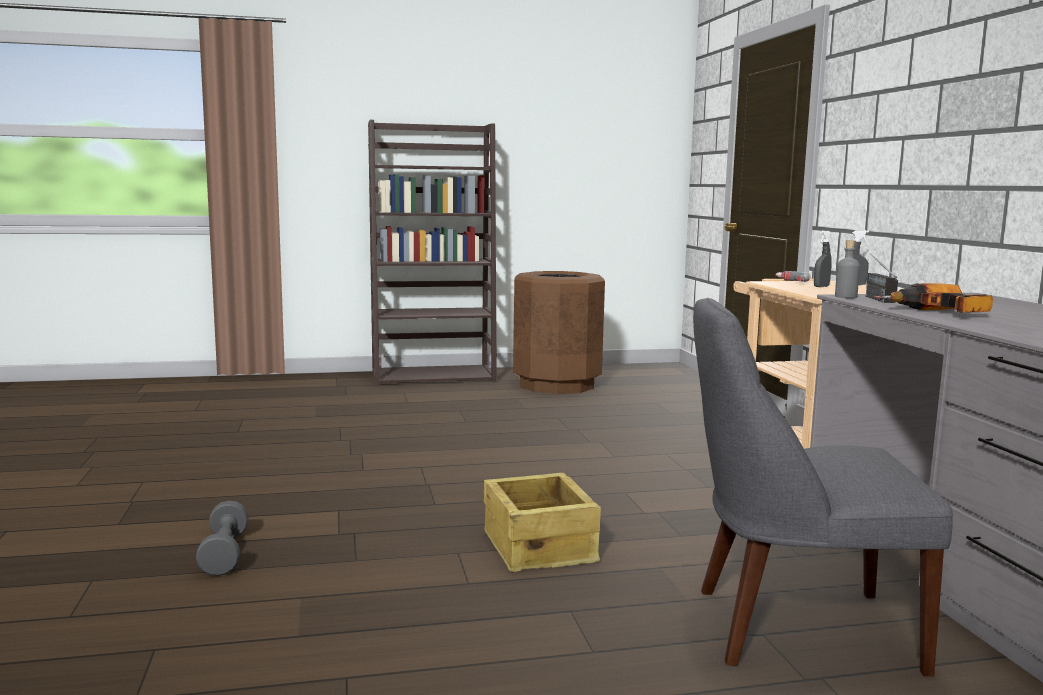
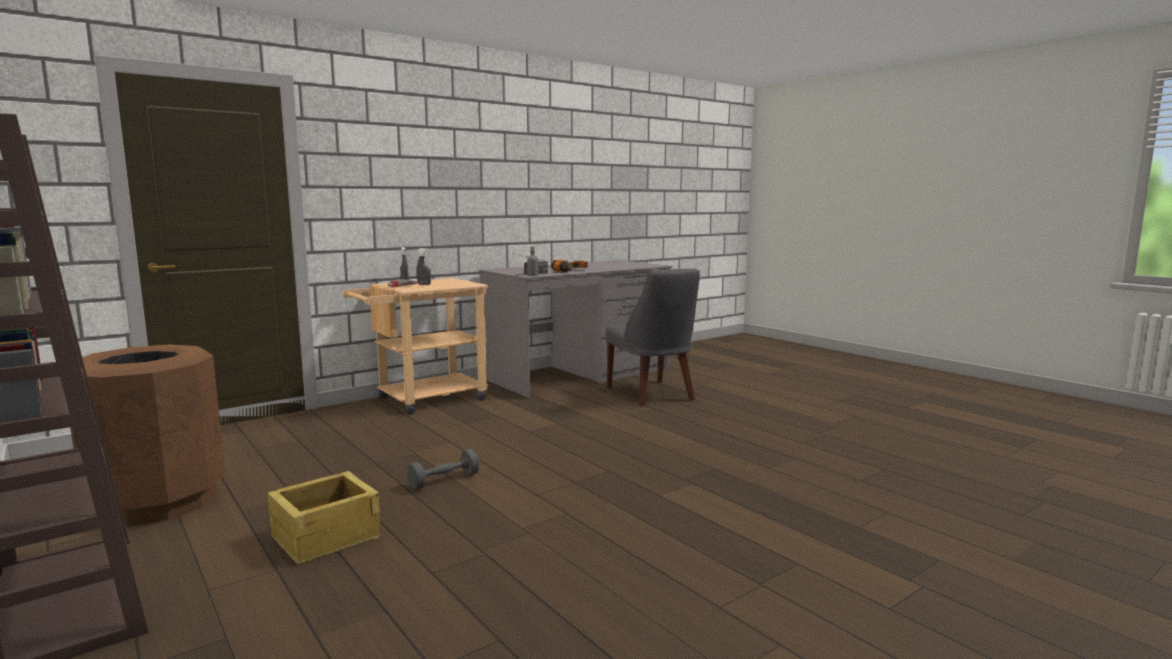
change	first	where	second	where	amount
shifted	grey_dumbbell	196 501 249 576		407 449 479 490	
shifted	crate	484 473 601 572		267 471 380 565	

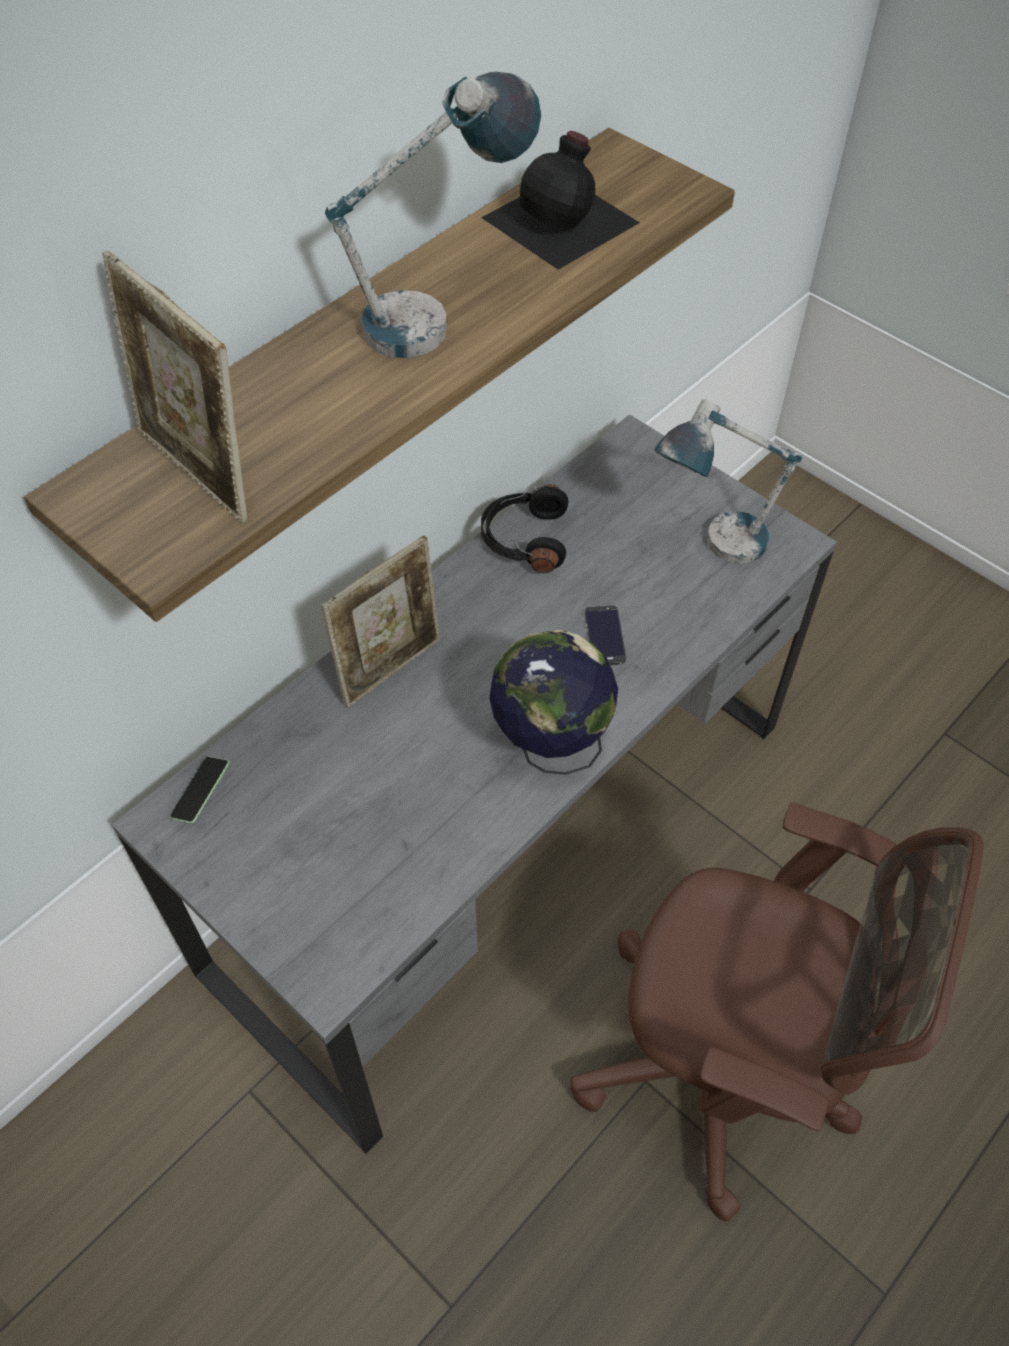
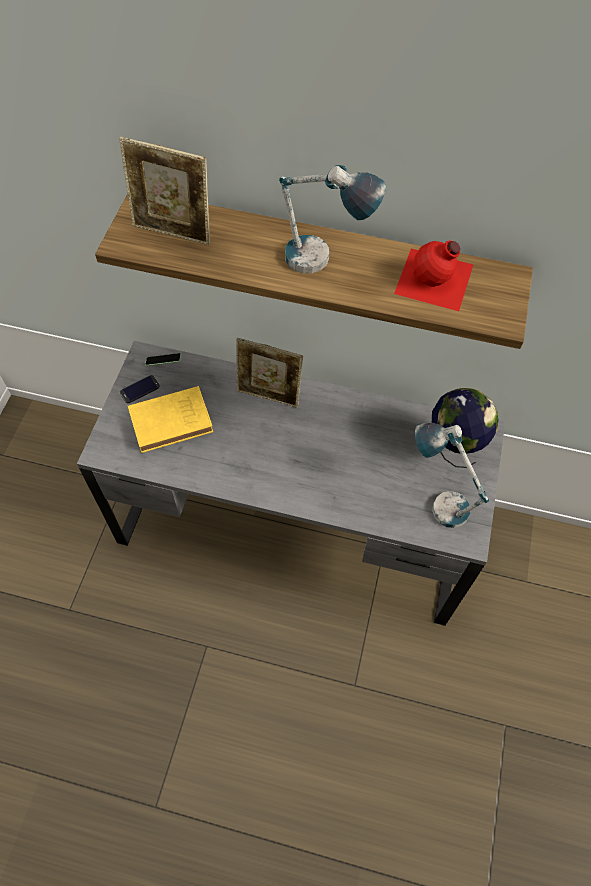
change	first	where	second	where	amount
rotated	standing_frame	102 251 248 523		119 137 210 245	90 degrees counterclockwise
repainted	black-coloured_bottle	481 131 640 270	red_bottle	394 240 473 311	
gone	black-coloured_headphones	481 485 568 573			
shifted	globe	490 630 618 775		432 388 498 468	
gone	brown-coloured_computer_chair	570 802 983 1222			
shifted	handset	585 605 626 665		120 375 160 403	
new			yellow_bound_book	128 386 213 453	

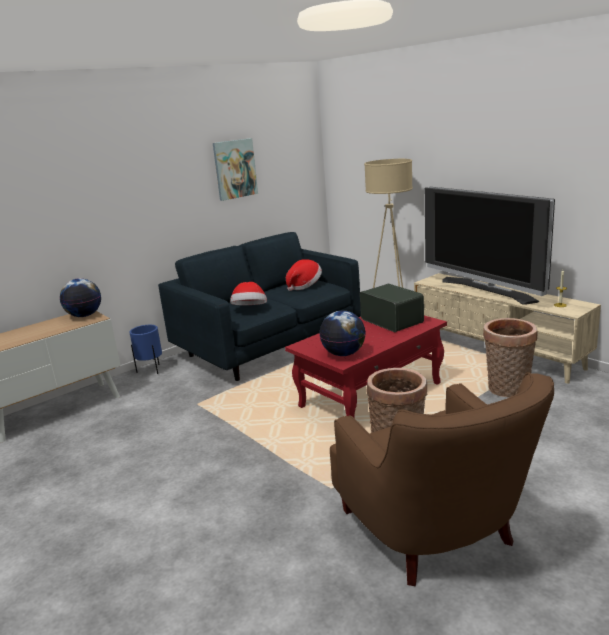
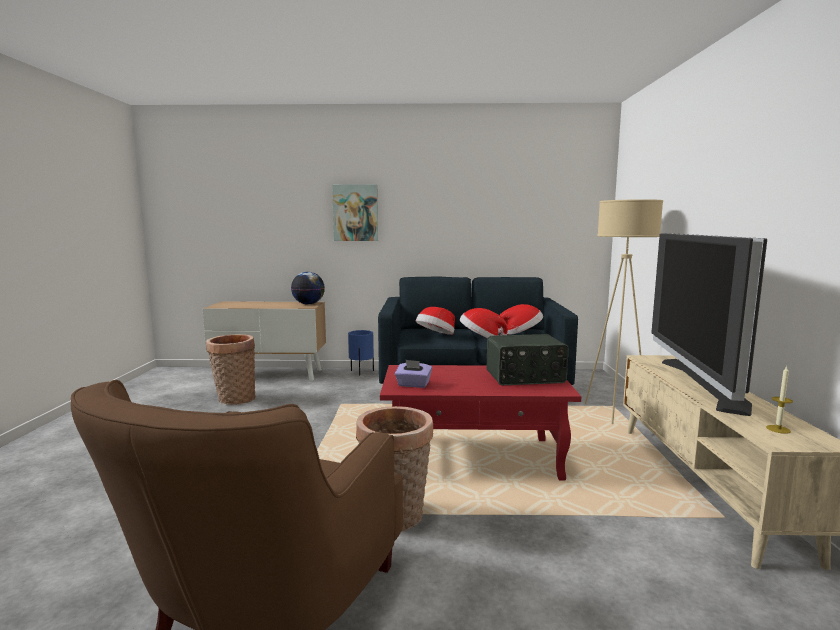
change	first	where	second	where	amount
shifted	wall_art	213 138 258 201		332 184 378 241	
swapped	globe	320 311 366 356	purple-coloured_tissue_box	395 360 432 388	
rotated	radio_set	360 284 424 332		487 334 569 385	75 degrees clockwise
shifted	basket	483 318 537 398		206 334 256 405	
new			wearable_hat	460 308 508 338	

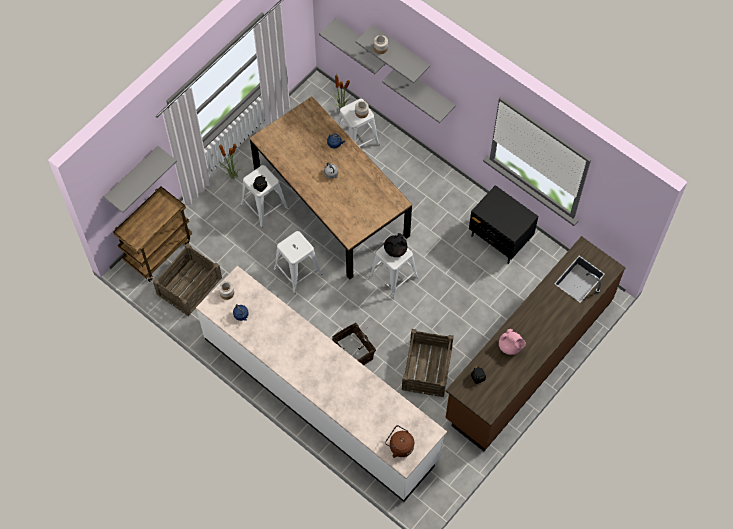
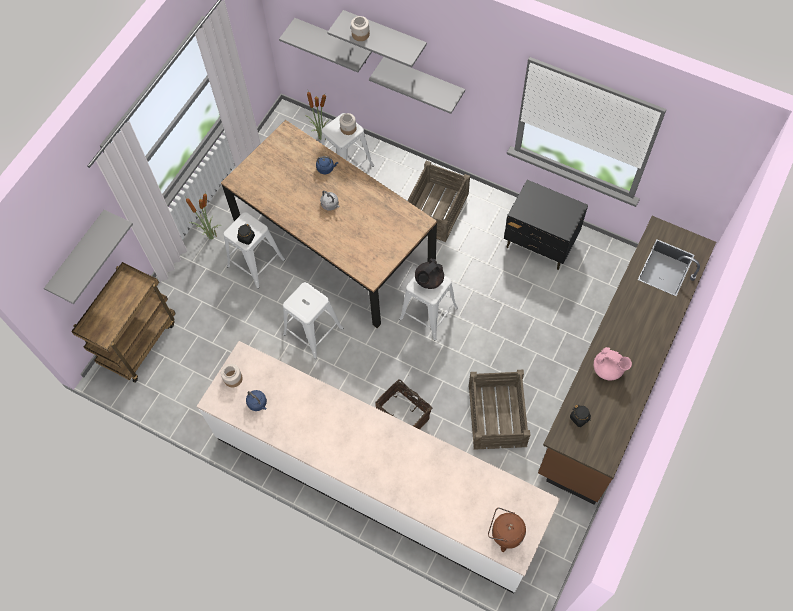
change	first	where	second	where	amount
shifted	crate	153 243 222 316		408 161 470 242	

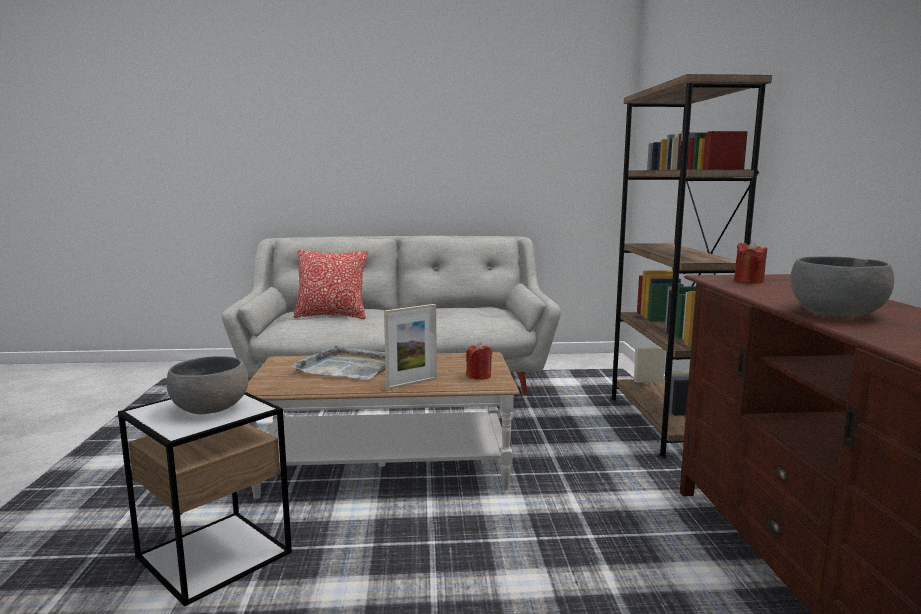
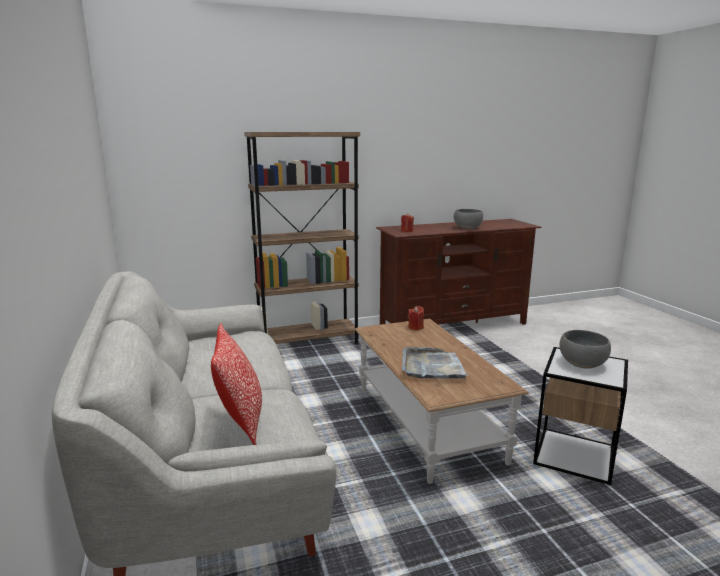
change	first	where	second	where	amount
gone	standing_frame	384 304 437 389			

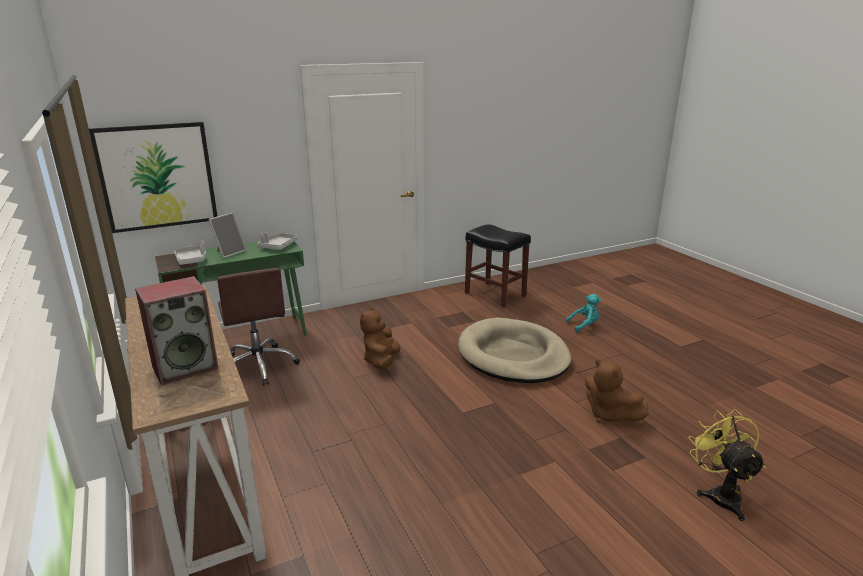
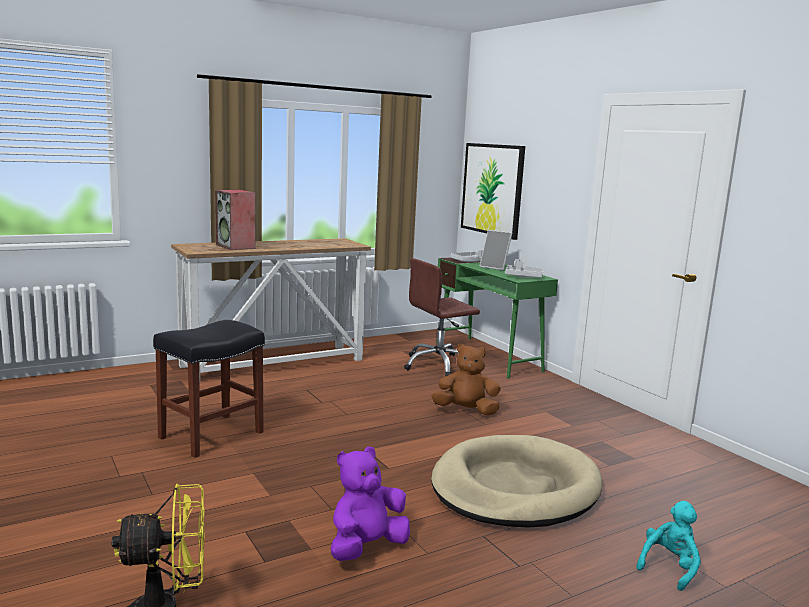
change	first	where	second	where	amount
shifted	black-coloured_stool	465 224 531 307		153 320 265 458	
rotated	turquoise-coloured_plush_toy	566 294 601 332		636 501 701 591	120 degrees counterclockwise
repainted	brown-coloured_plush_toy	585 360 649 423	purple-coloured_plush_toy	331 447 410 561	

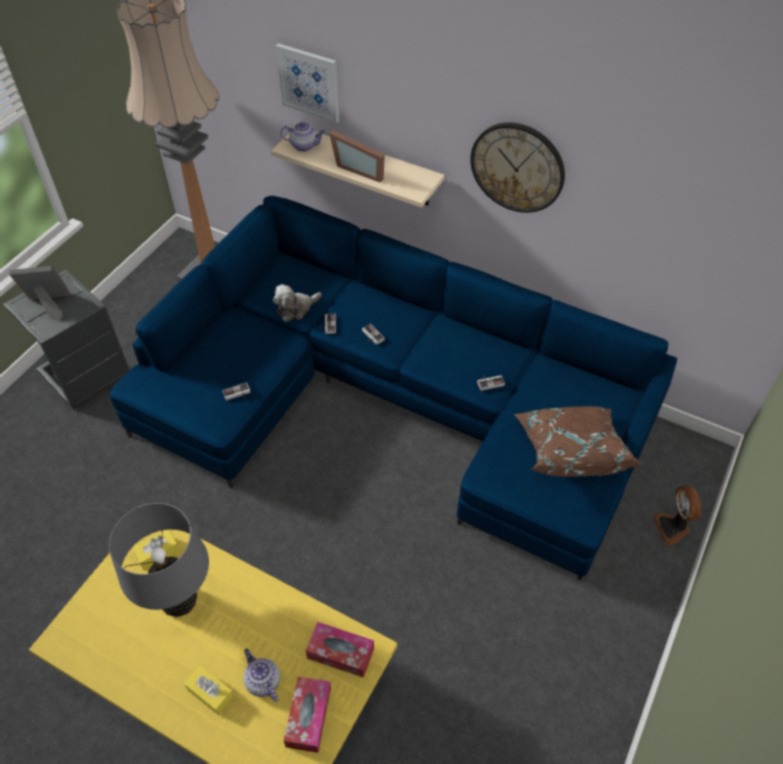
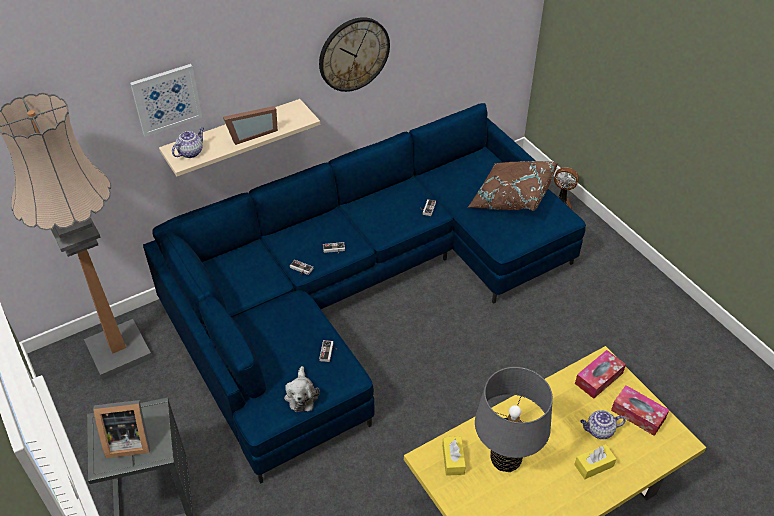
change	first	where	second	where	amount
rotated	standing_frame	9 266 69 321		93 400 150 458	120 degrees counterclockwise
shifted	plush_toy	273 284 322 322		284 366 320 412	

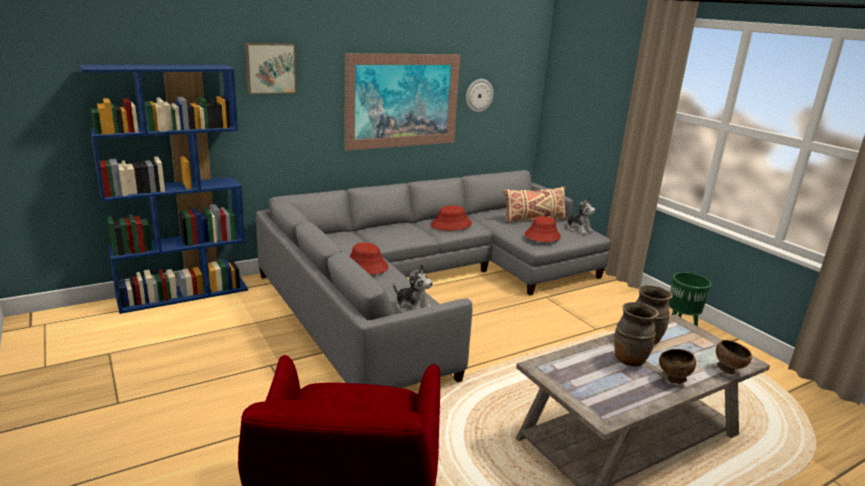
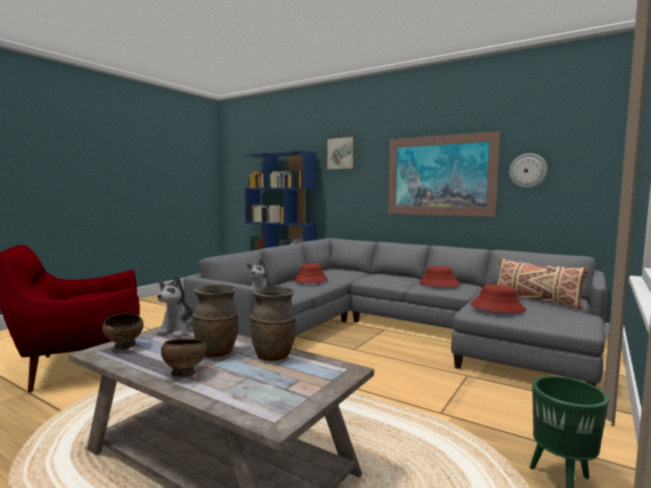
change	first	where	second	where	amount
shifted	plush_toy	565 197 596 234		157 275 198 337	
shifted	brown-coloured_serving_bowl	716 340 752 374		102 313 144 350	

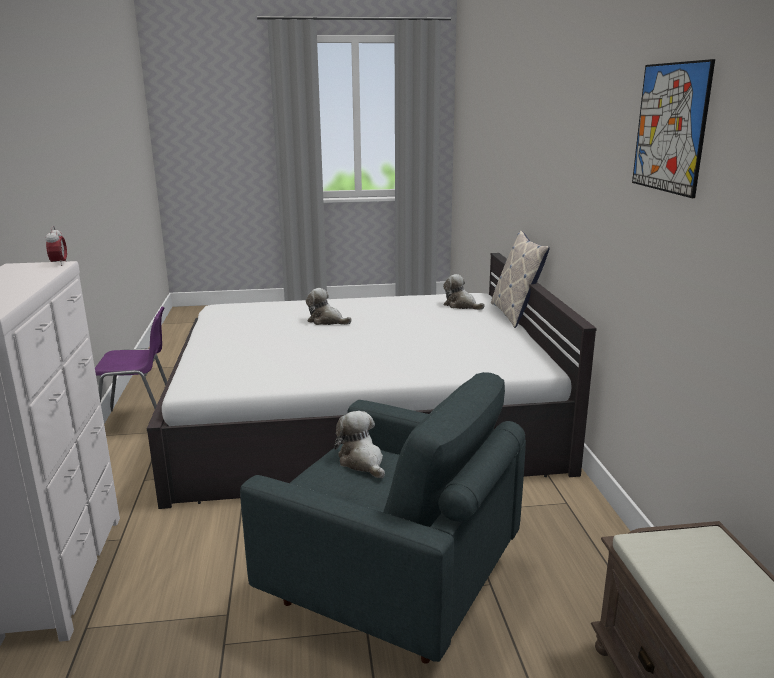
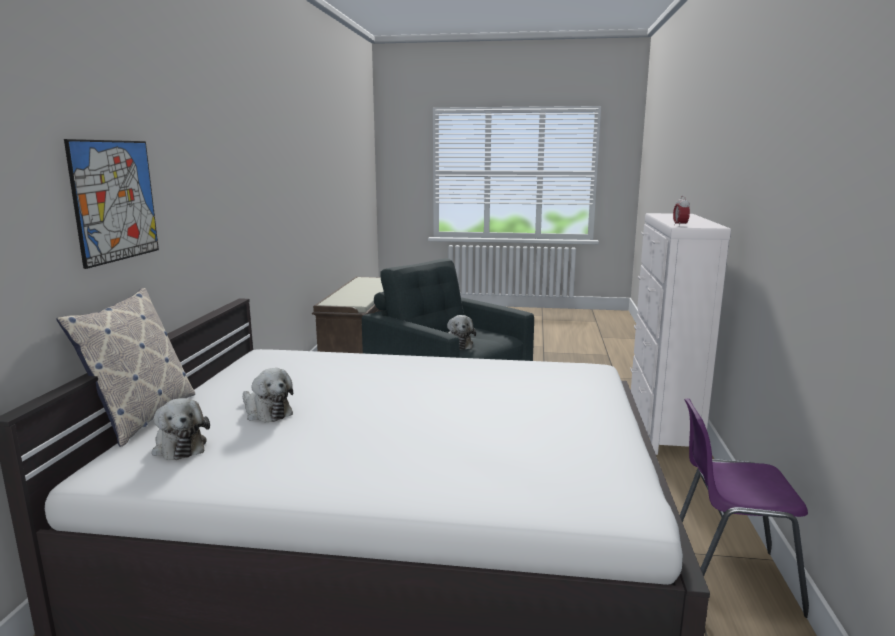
change	first	where	second	where	amount
shifted	plush_toy	306 288 352 325		243 368 293 422	
shifted	wall_art	632 59 715 198		64 139 159 269	

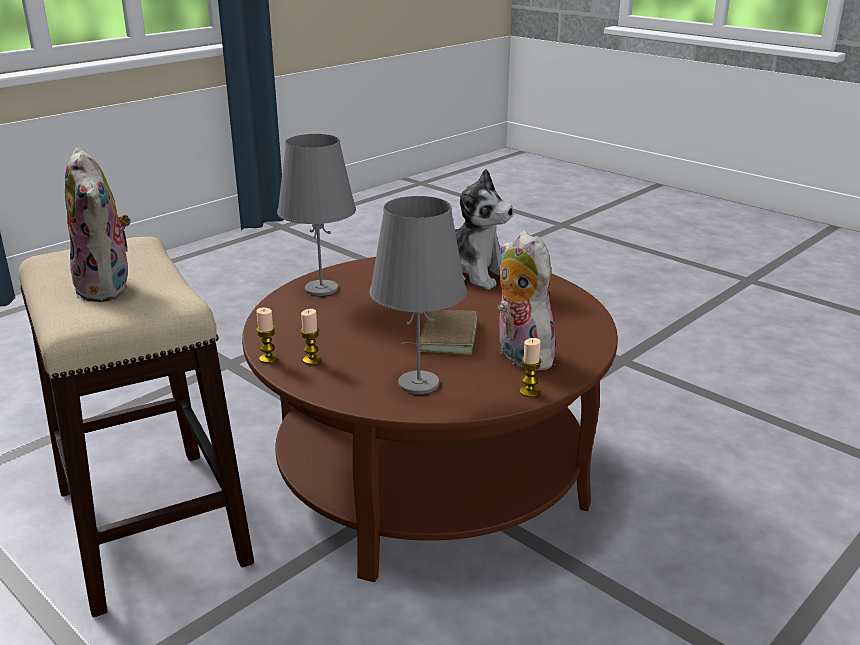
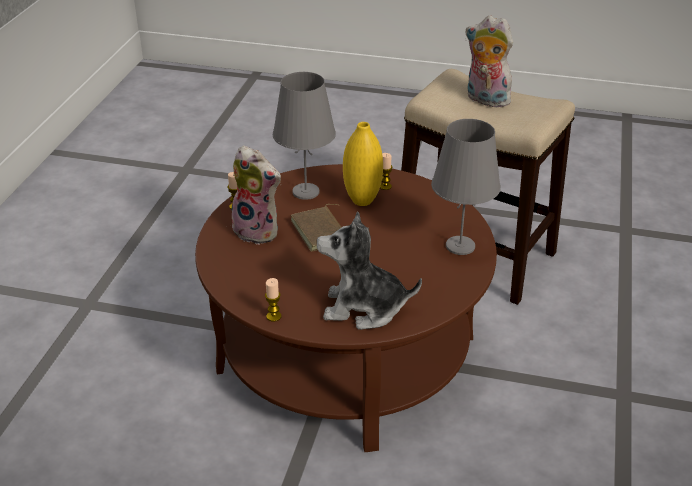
change	first	where	second	where	amount
shifted	candle	256 308 278 363		265 278 281 322	
new			yellow_vase	343 122 383 206	

